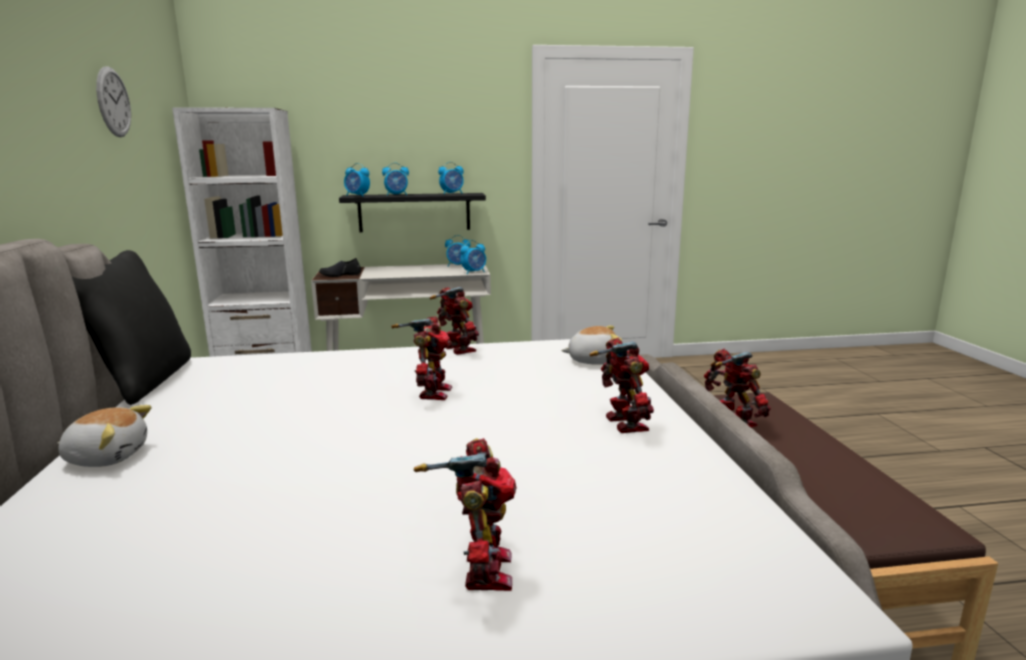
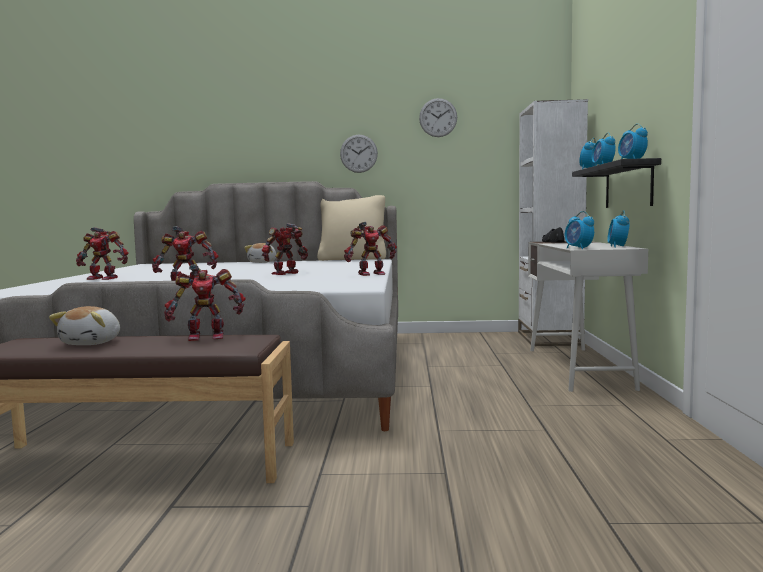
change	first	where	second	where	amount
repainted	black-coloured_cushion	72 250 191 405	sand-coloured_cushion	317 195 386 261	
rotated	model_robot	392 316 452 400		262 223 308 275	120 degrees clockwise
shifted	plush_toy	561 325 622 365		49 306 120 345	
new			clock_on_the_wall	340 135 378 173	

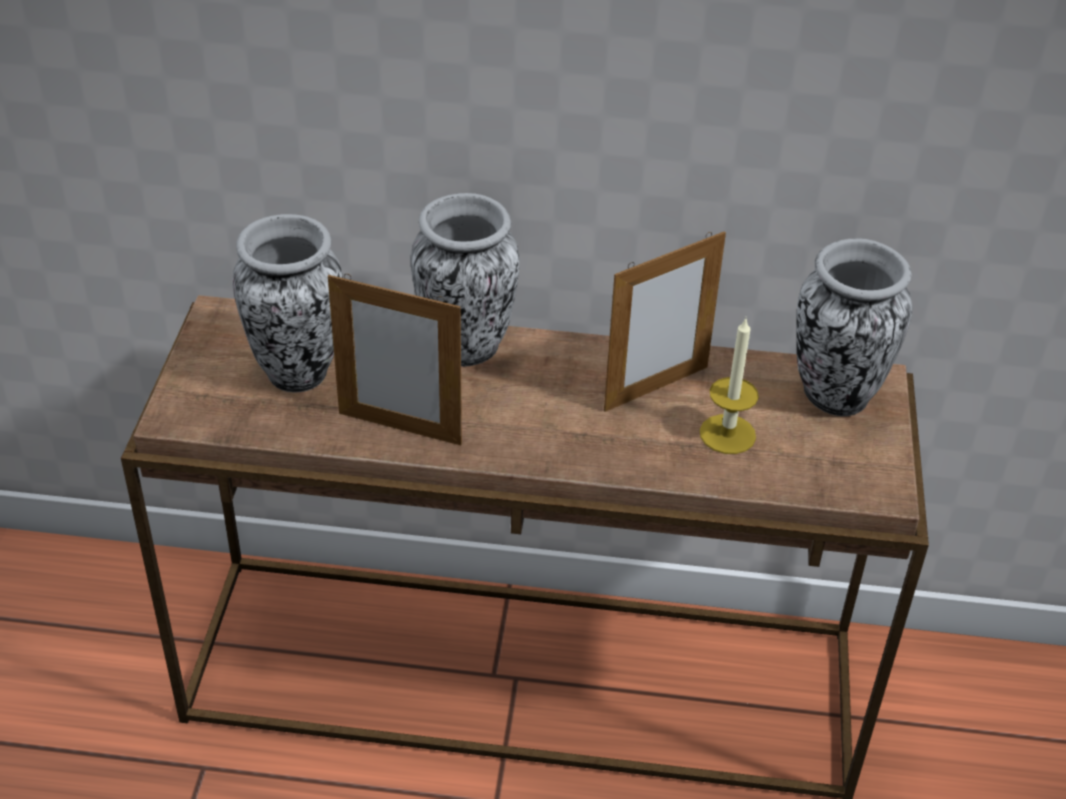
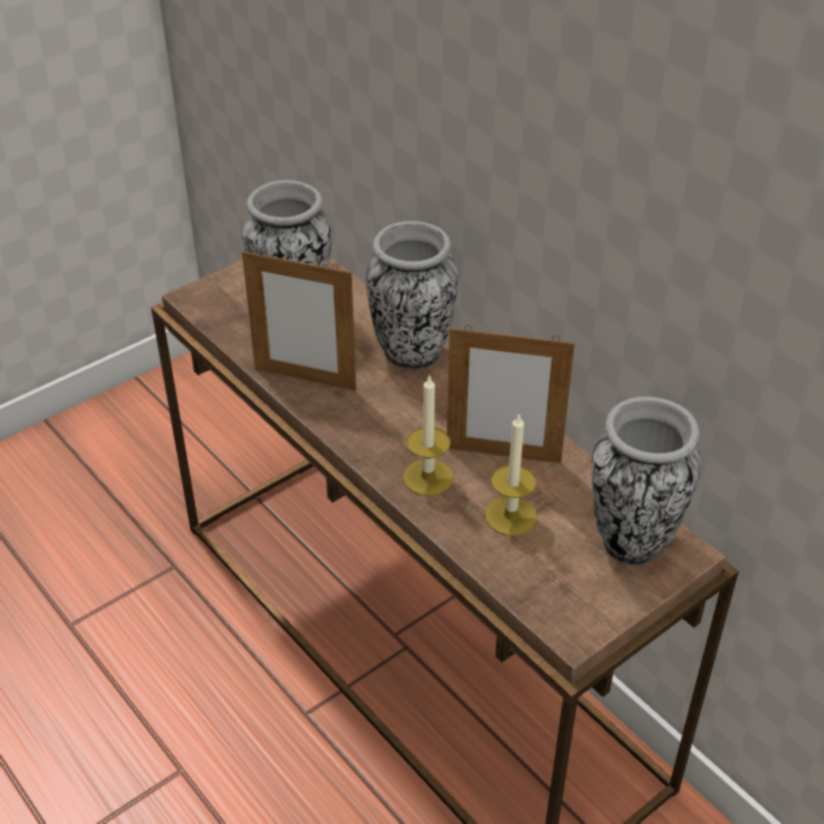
change	first	where	second	where	amount
rotated	standing_frame	328 274 462 445		242 249 356 391	45 degrees counterclockwise
new			candle	403 374 453 496	

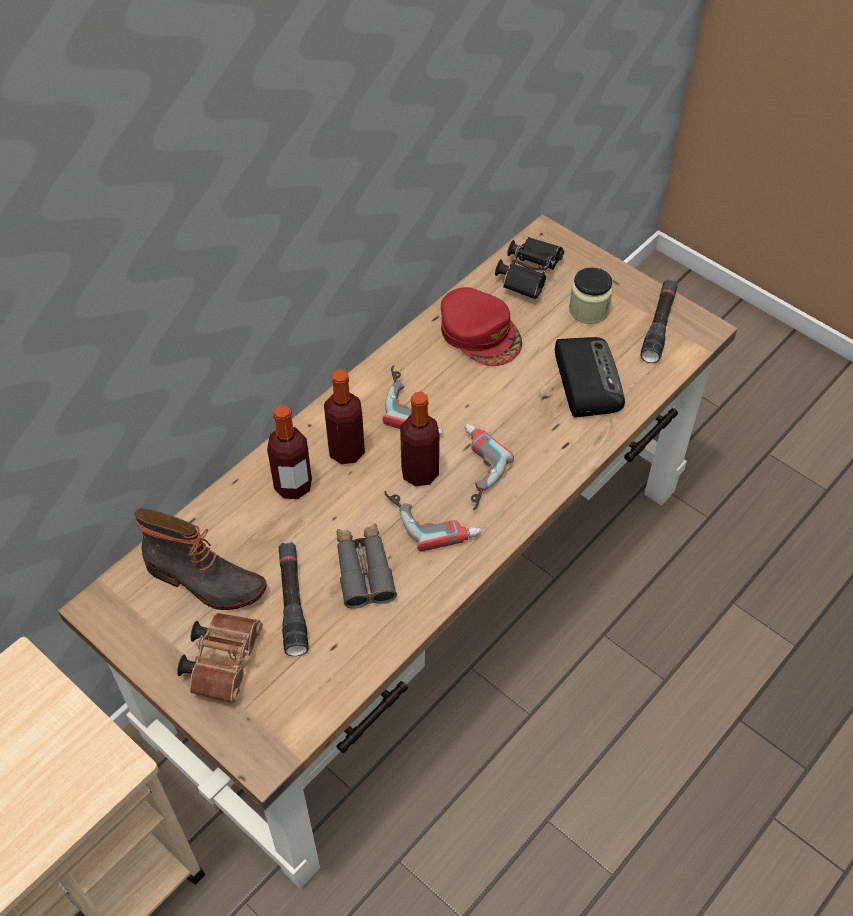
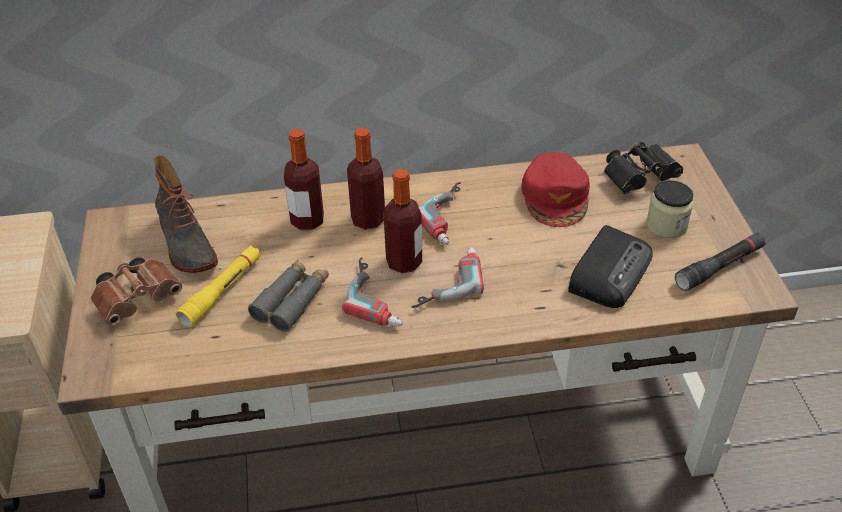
change	first	where	second	where	amount
repainted	black-coloured_flashlight	279 542 308 656	yellow_flashlight	176 246 261 327	

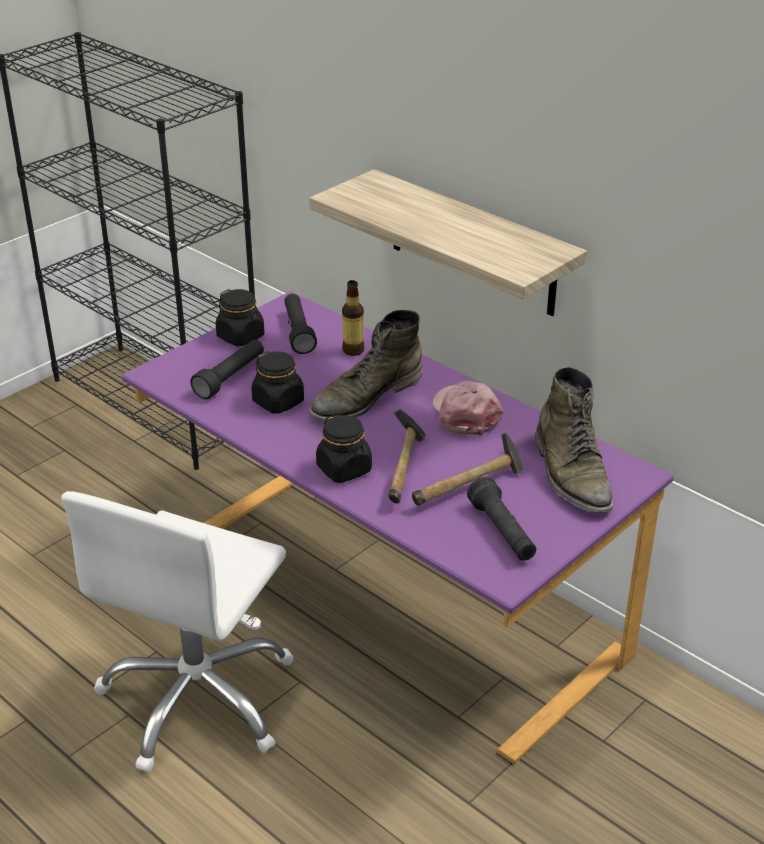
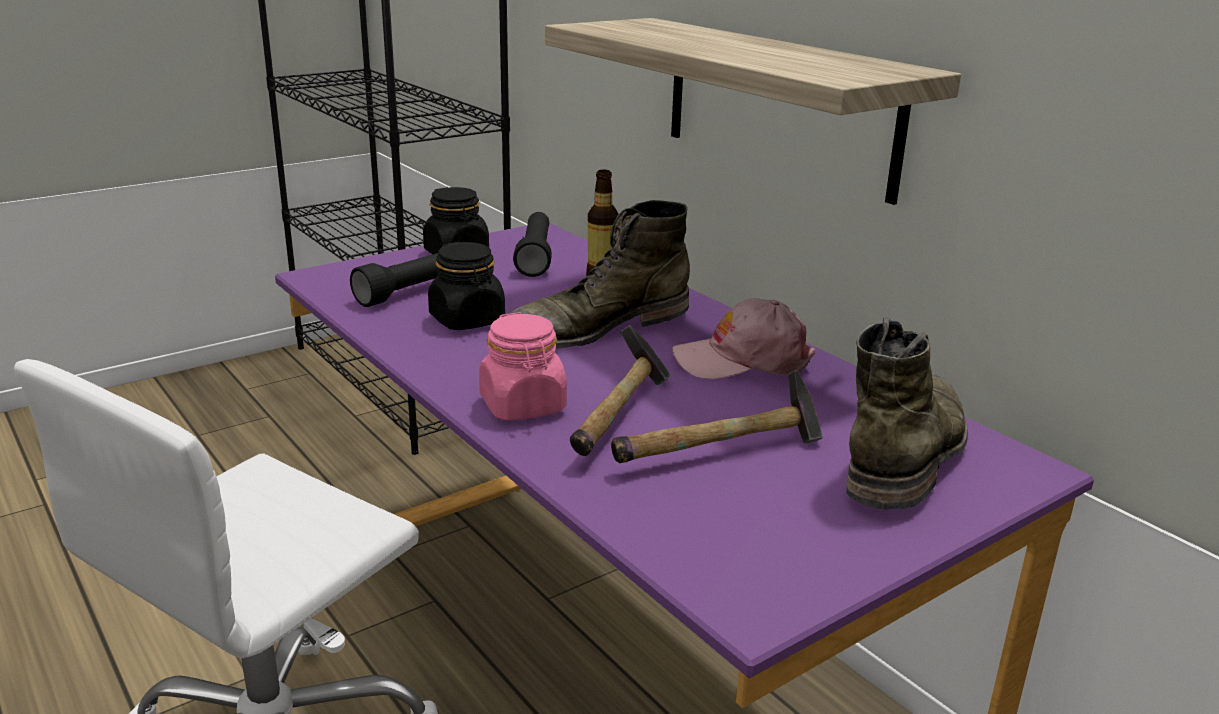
change	first	where	second	where	amount
repainted	black-coloured_preserve_jar	316 414 372 483	pinkish_preserve_jar	479 312 567 421	
rotated	pinkish_cap	432 381 504 436		672 298 816 379	90 degrees counterclockwise
gone	black-coloured_flashlight	467 477 536 561			
rotated	green-coloured_tall_boot	535 367 613 512		846 317 968 510	150 degrees counterclockwise

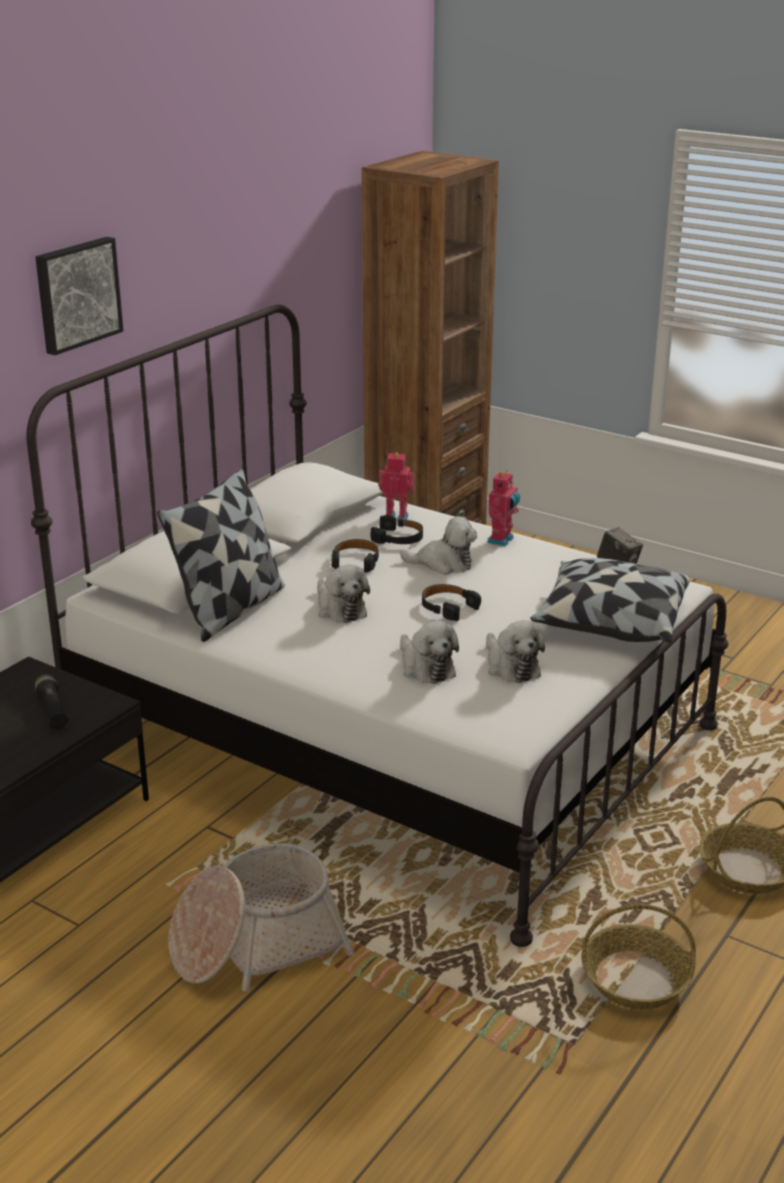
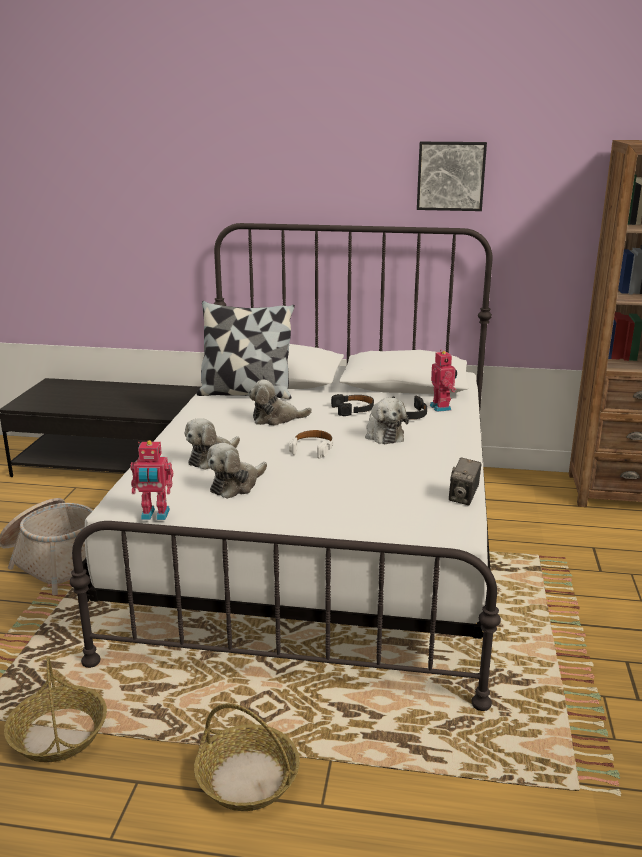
change	first	where	second	where	amount
shifted	wall_art	35 237 123 355		417 142 487 211	
gone	black-coloured_flashlight	35 674 69 730			
rotated	plush_toy	317 565 370 623		248 380 312 426	45 degrees clockwise
repainted	black-coloured_headphones	422 584 481 621	whitish_headphones	289 430 333 459	
shifted	model_robot	487 470 520 546		130 440 173 520	
gone	cushion	530 558 690 643			

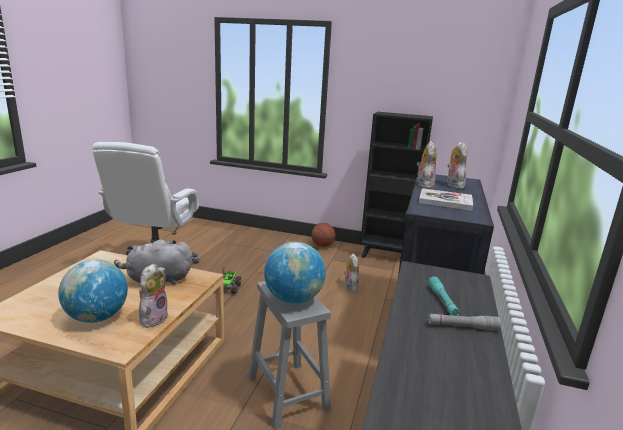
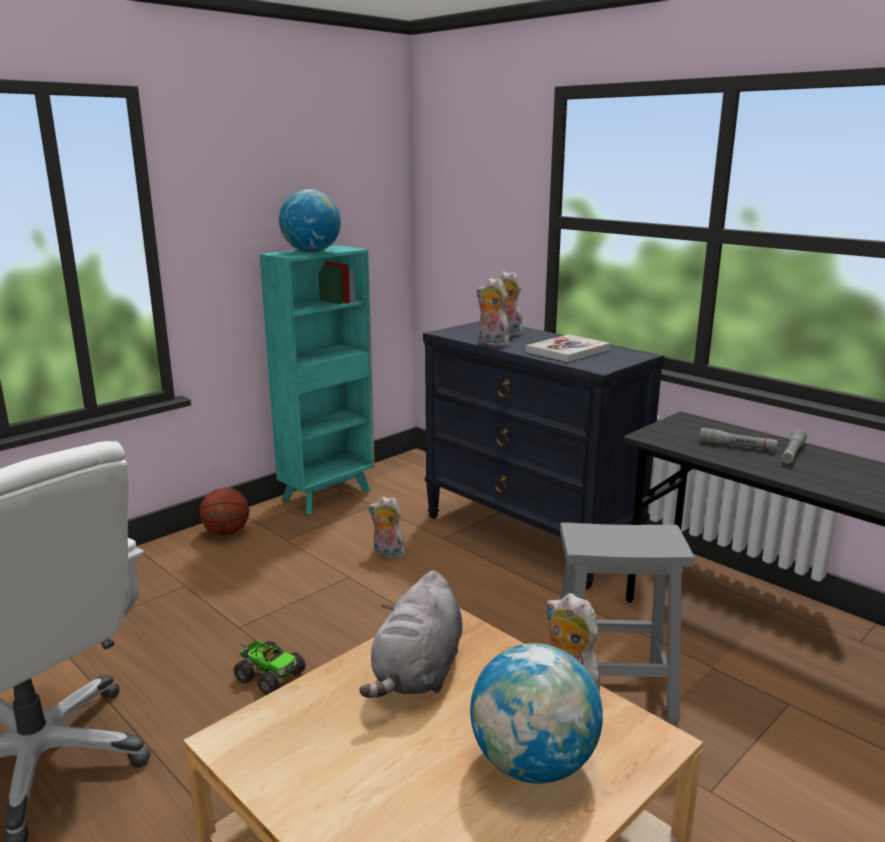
change	first	where	second	where	amount
shifted	globe	264 242 326 304		279 189 341 252	
repainted	black-coloured_shelving_unit	360 112 433 258	turquoise-coloured_shelving_unit	259 245 375 514	
repainted	turquoise-coloured_flashlight	428 277 460 316	grey_flashlight	700 428 778 451	

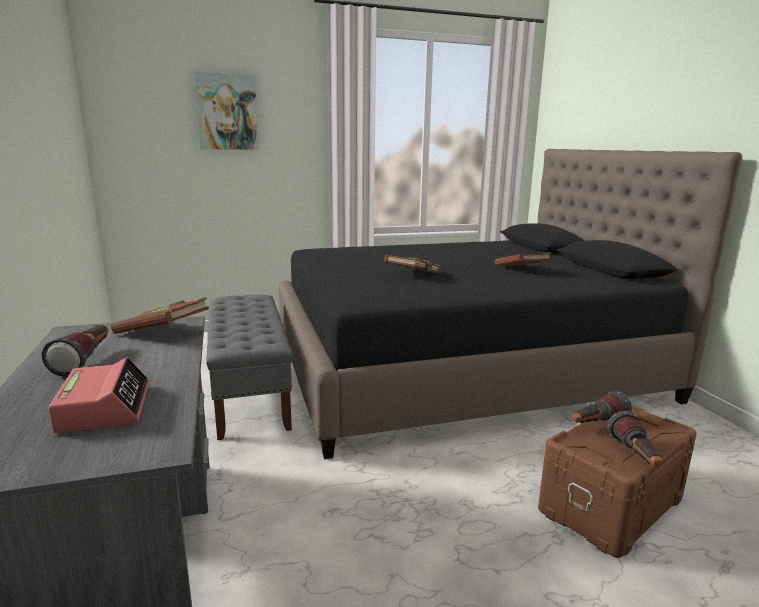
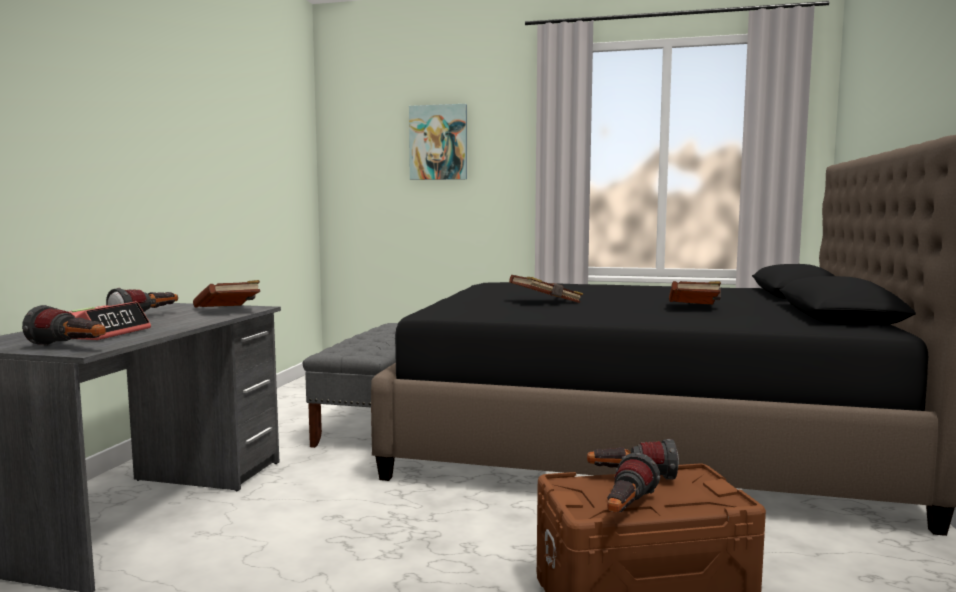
change	first	where	second	where	amount
new			flashlight	22 305 106 346	

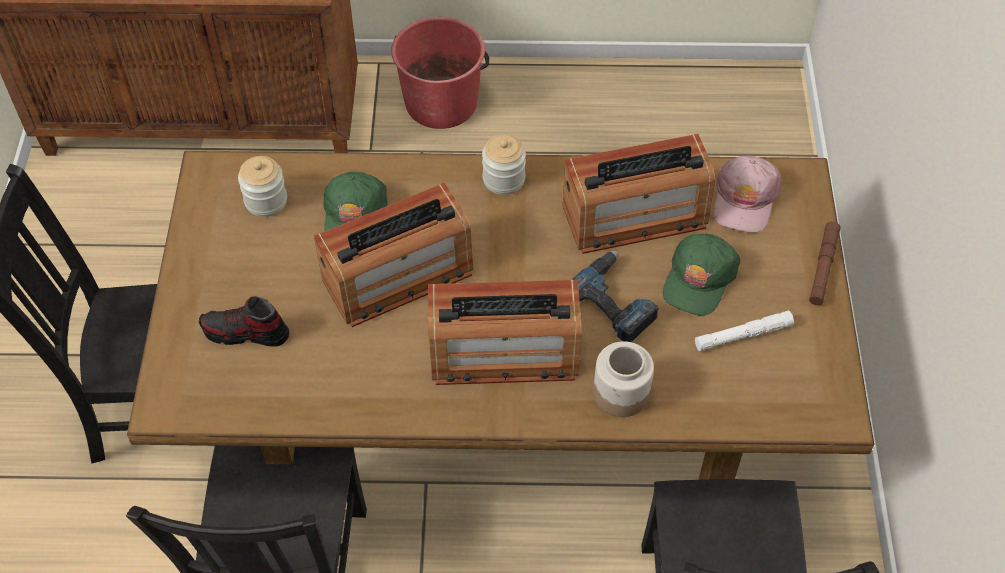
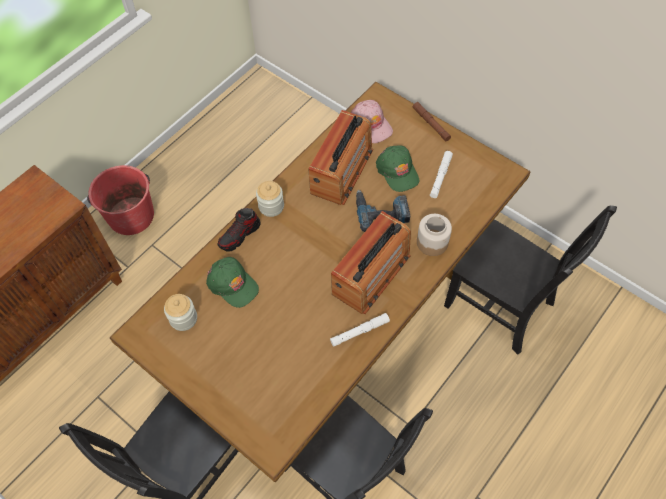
change	first	where	second	where	amount
shifted	low_shoe	199 296 289 347		217 208 260 252	
gone	radio_set	314 183 473 327			
new			whitish_flashlight	330 313 390 347	

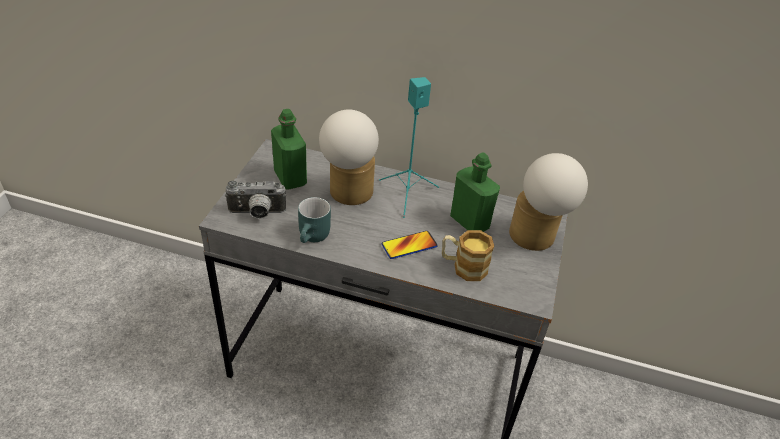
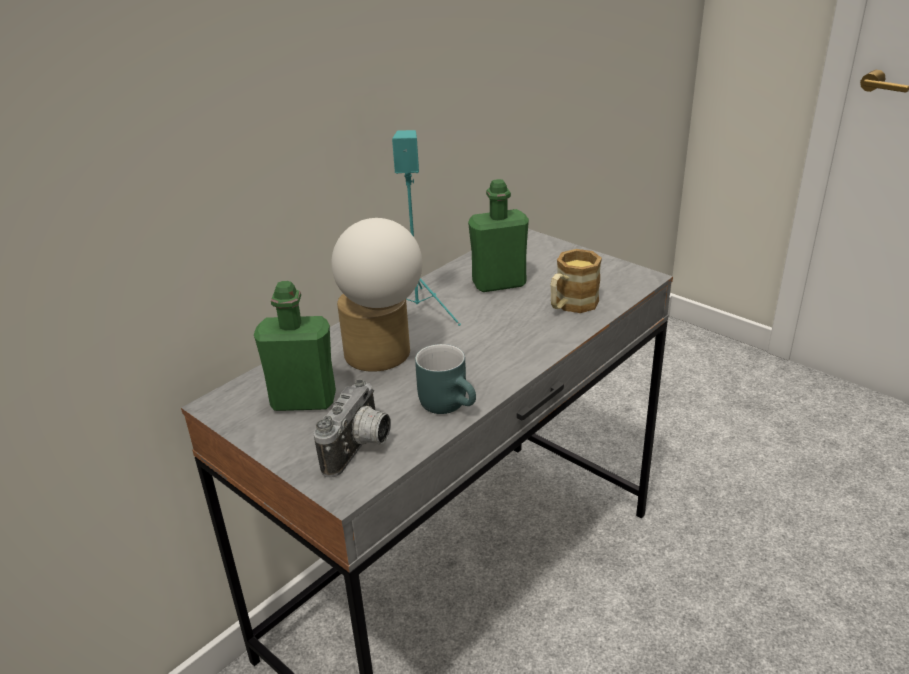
change	first	where	second	where	amount
gone	handset	382 231 438 259			
gone	tabletop_lamp	509 153 588 251			

